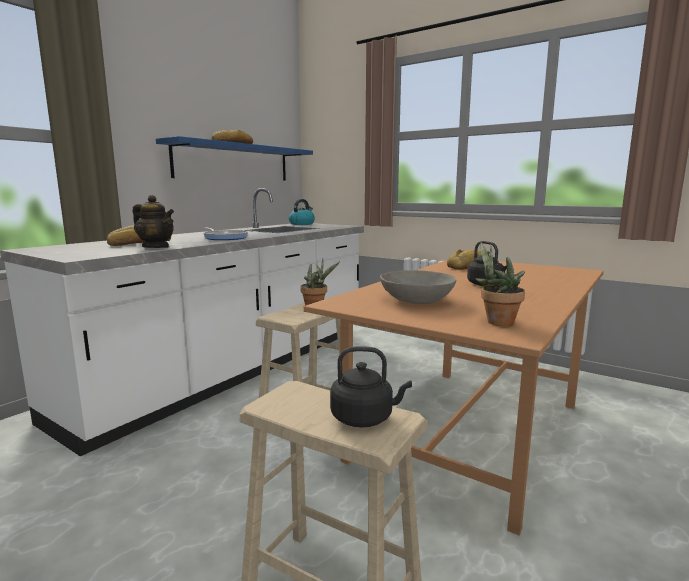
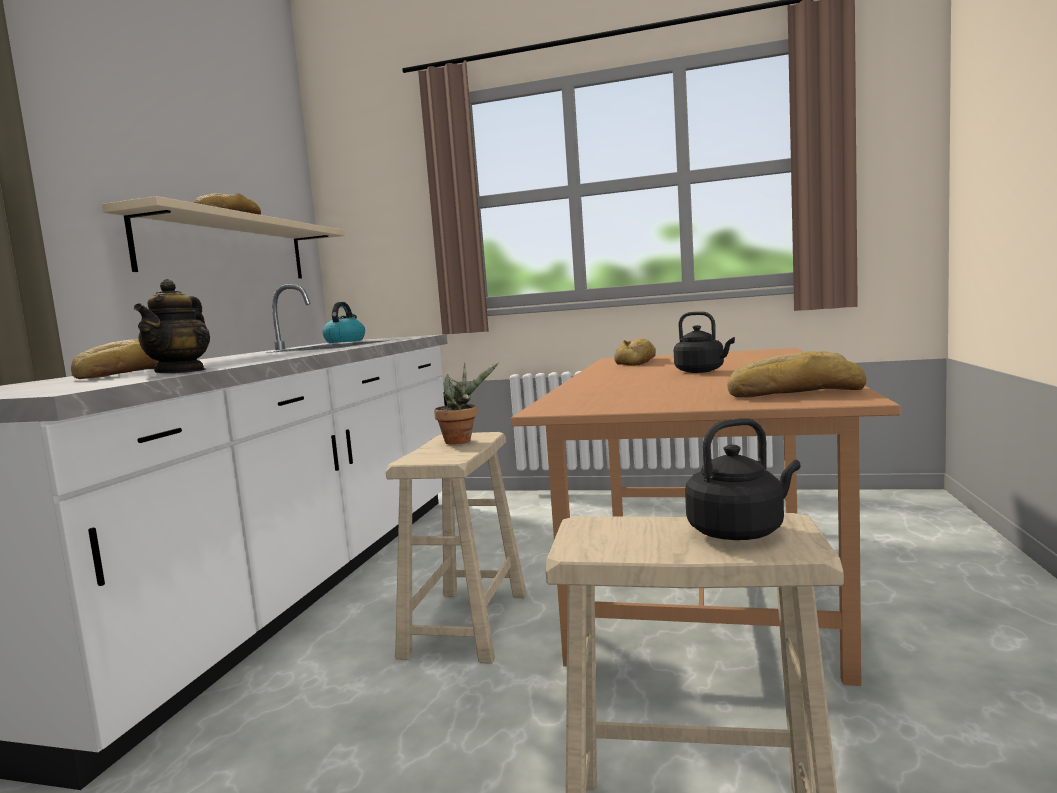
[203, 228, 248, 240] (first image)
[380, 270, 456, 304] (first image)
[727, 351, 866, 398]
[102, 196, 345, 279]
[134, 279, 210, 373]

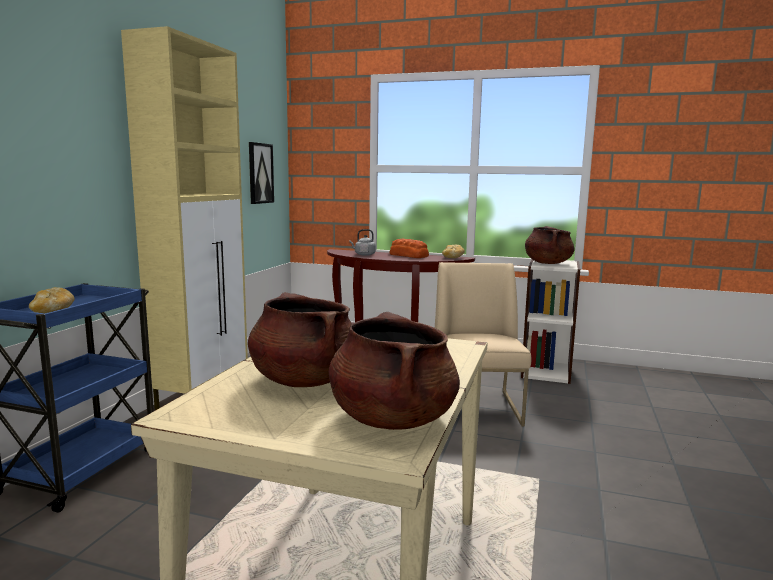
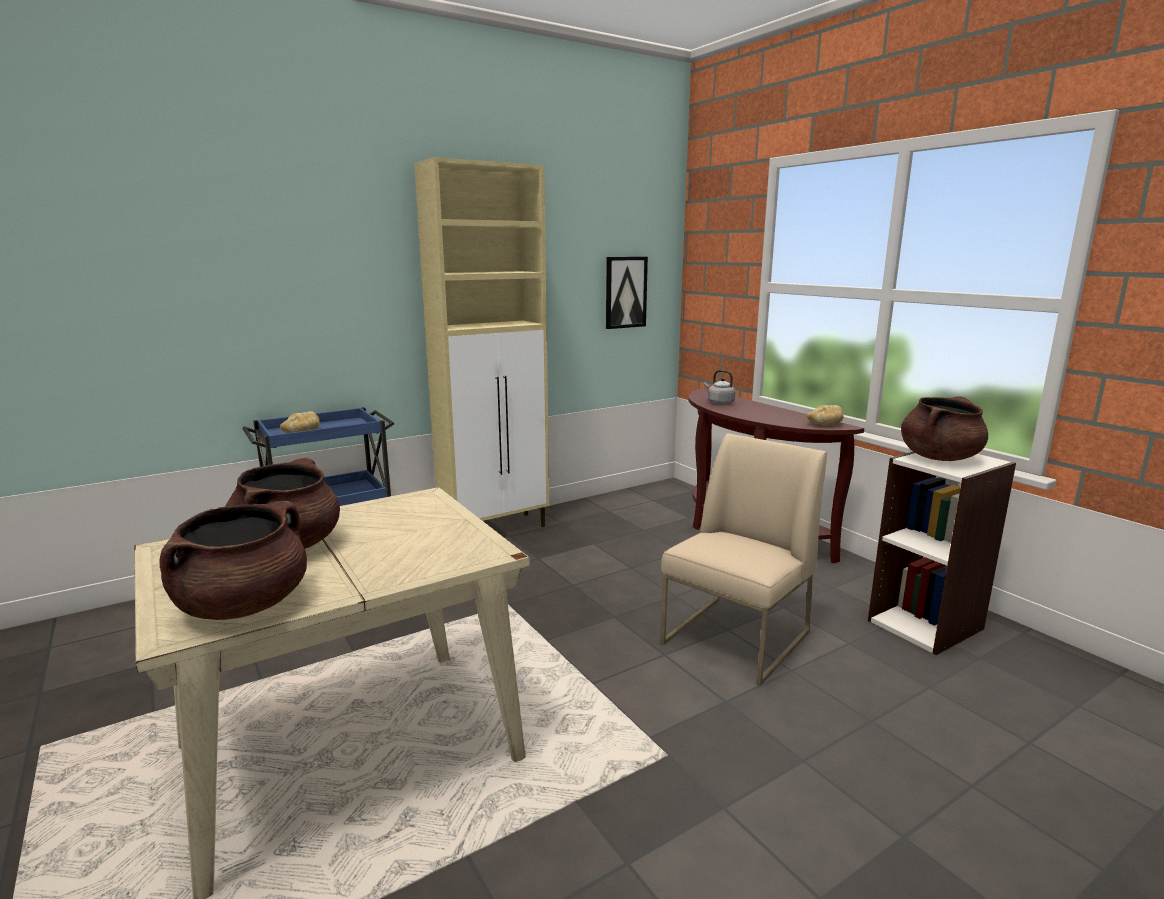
[389, 239, 429, 258] (first image)

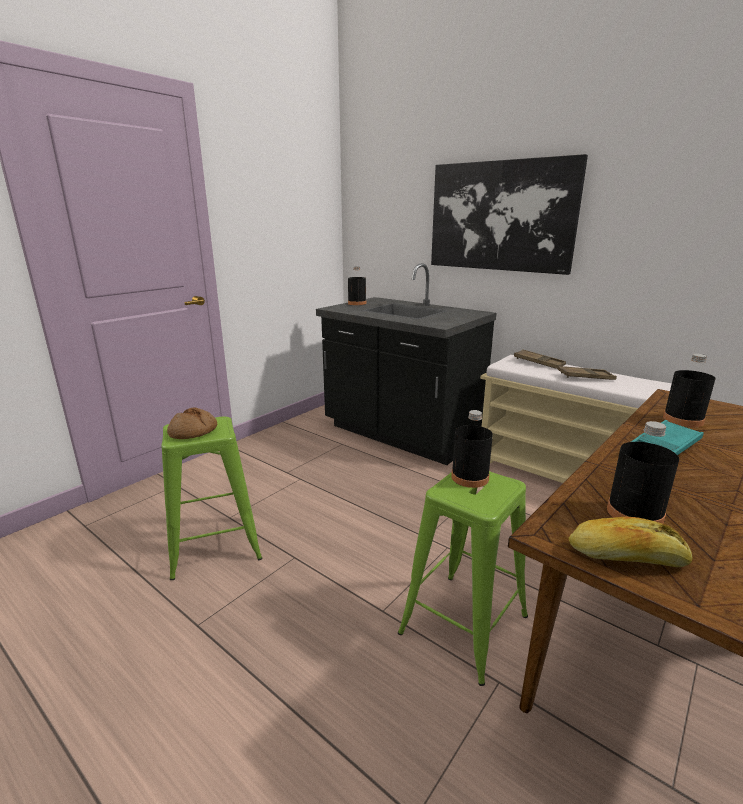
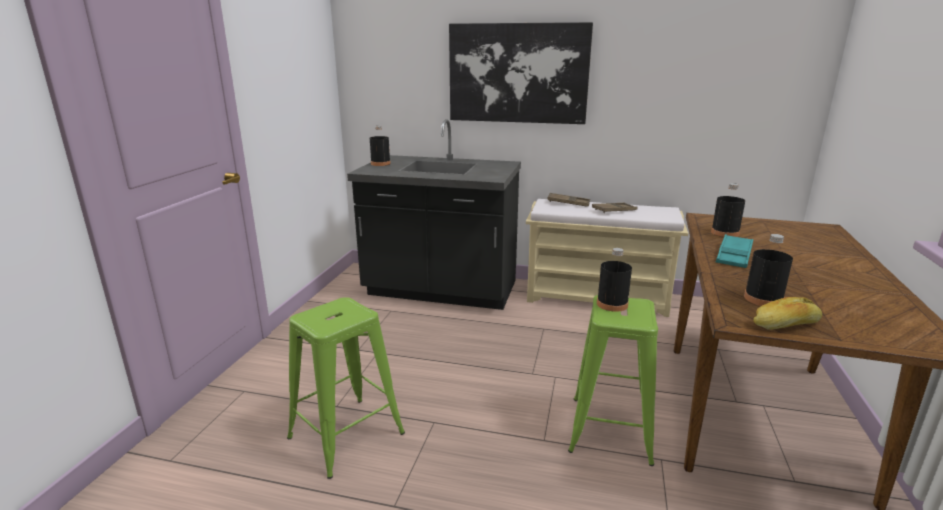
[167, 408, 217, 439] (first image)

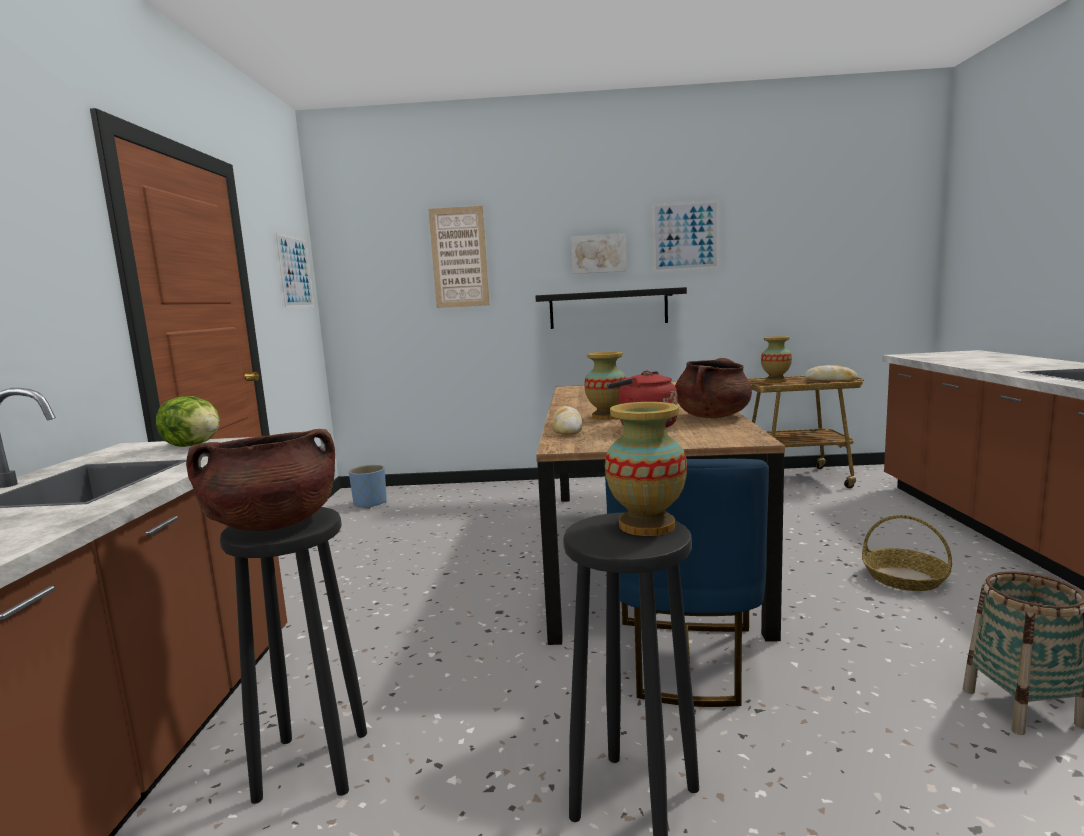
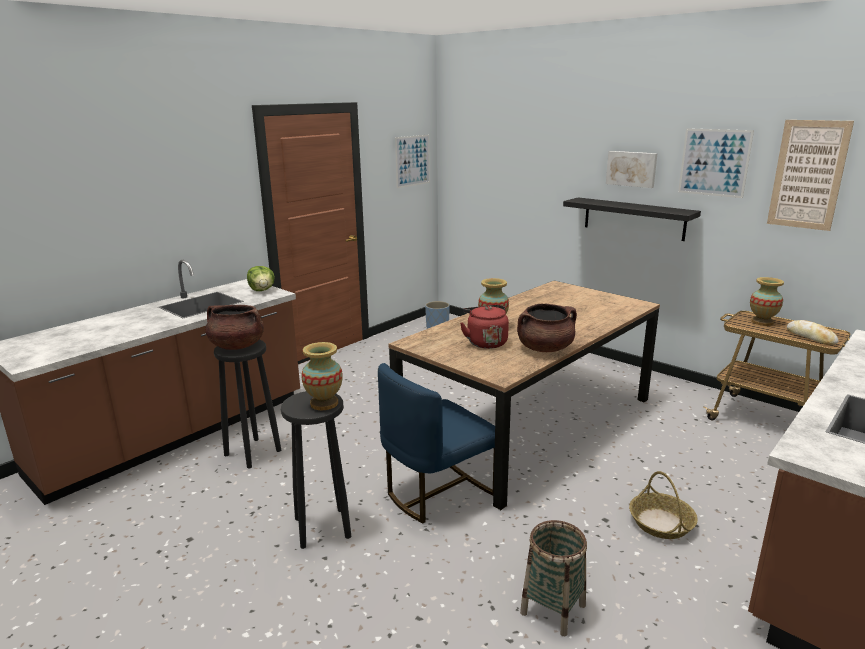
[553, 406, 582, 435] (first image)
[767, 120, 854, 231]

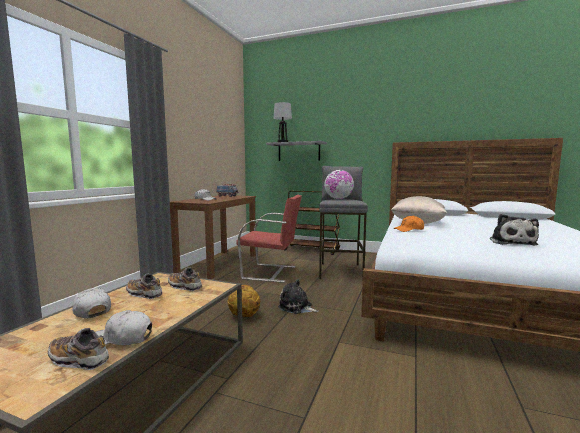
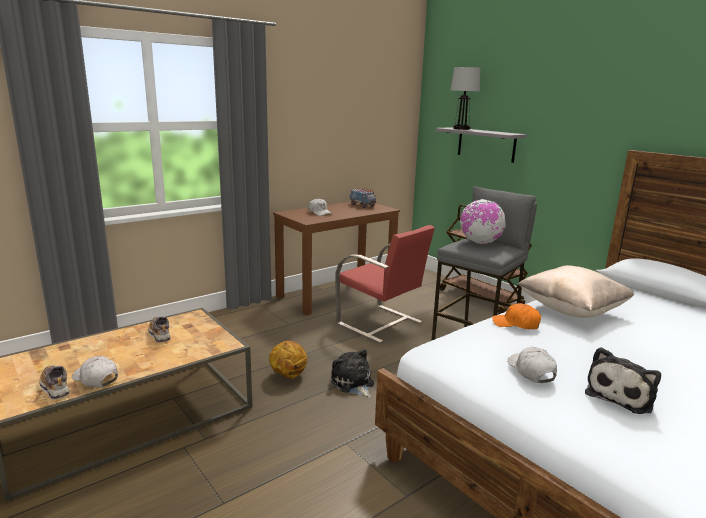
[168, 267, 202, 291] (first image)
[507, 347, 557, 383]

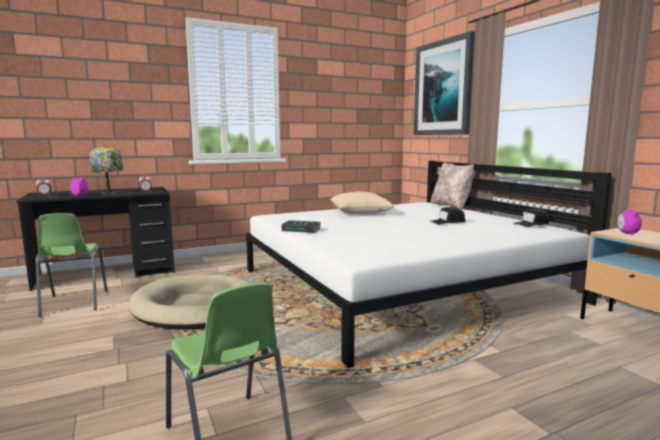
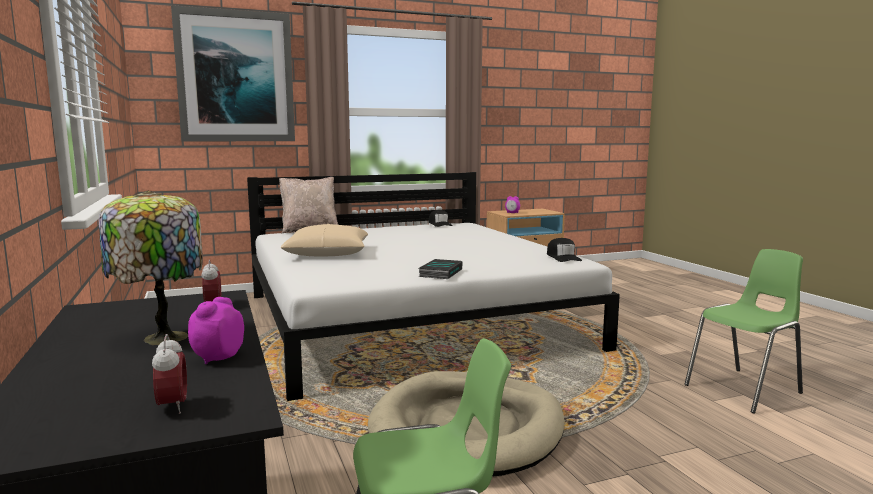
[547, 238, 582, 262]

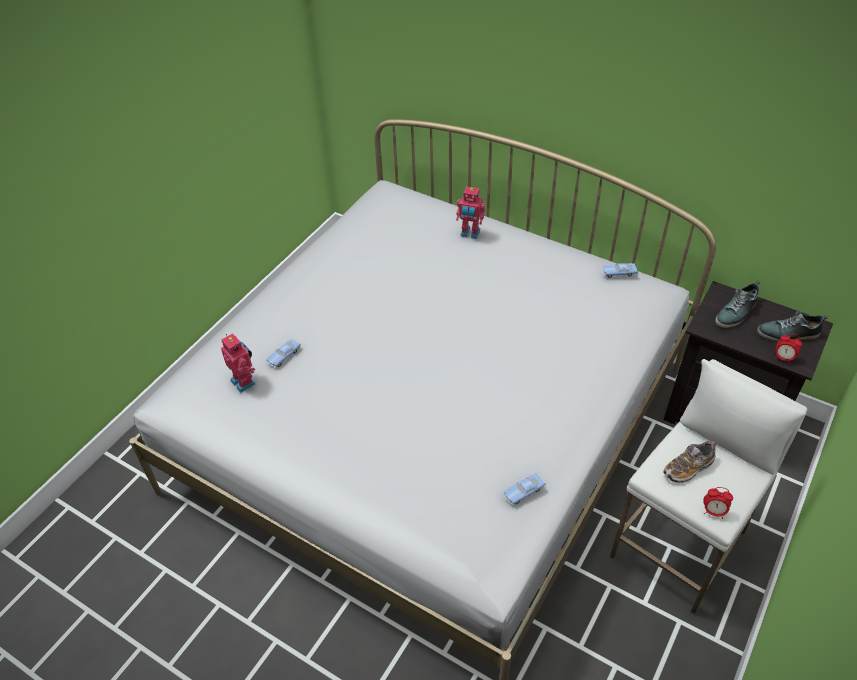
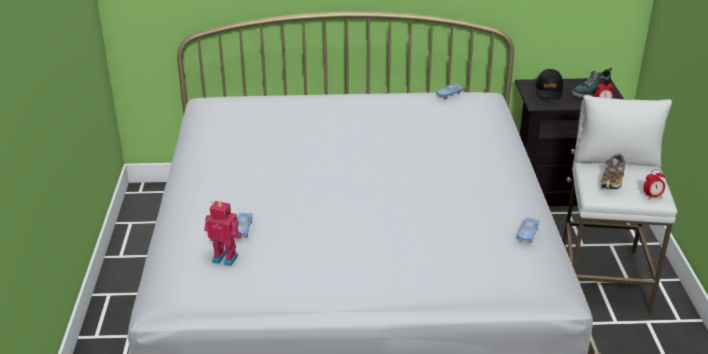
[456, 186, 486, 239] (first image)
[536, 69, 563, 100]

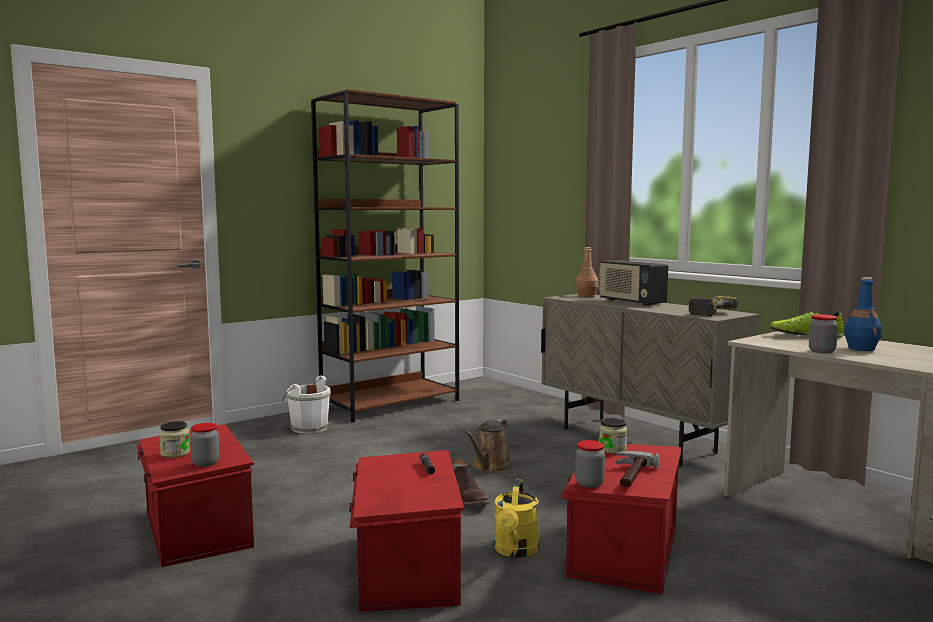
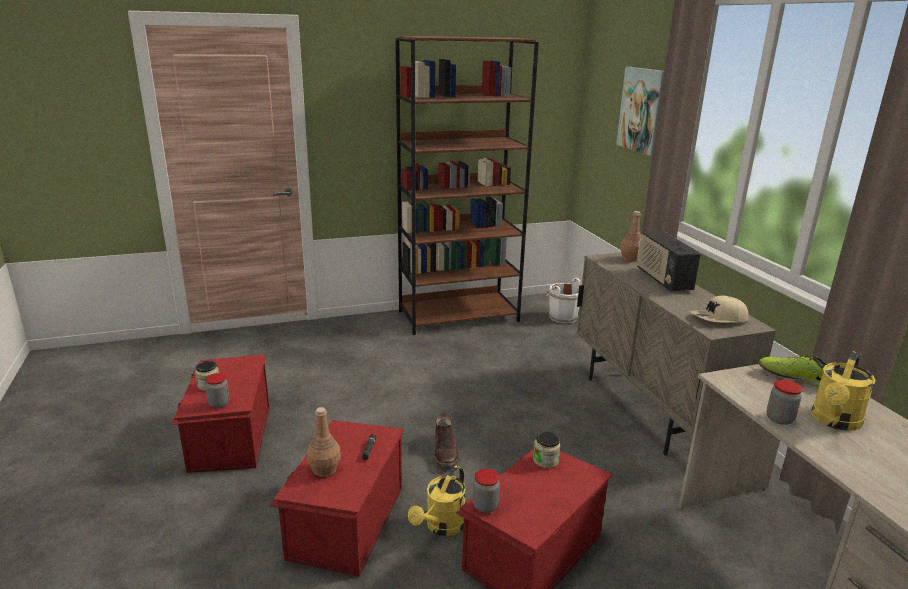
[465, 419, 512, 473] (first image)
[616, 451, 660, 487] (first image)
[307, 407, 341, 477]
[616, 67, 664, 156]
[545, 278, 580, 324]
[690, 296, 749, 322]
[811, 351, 876, 431]

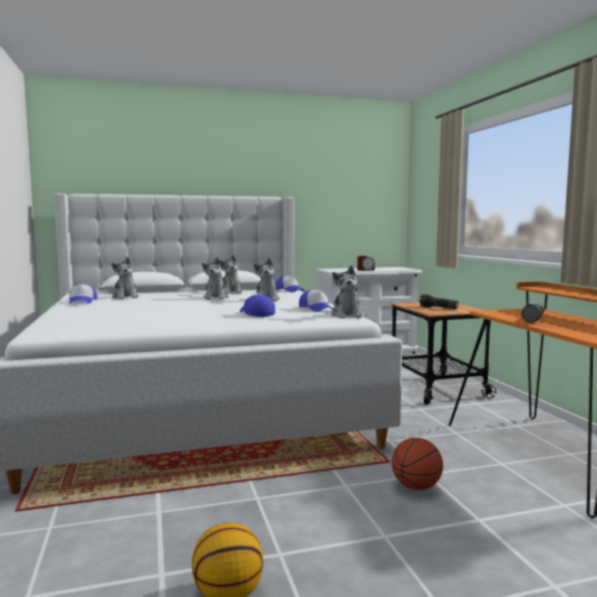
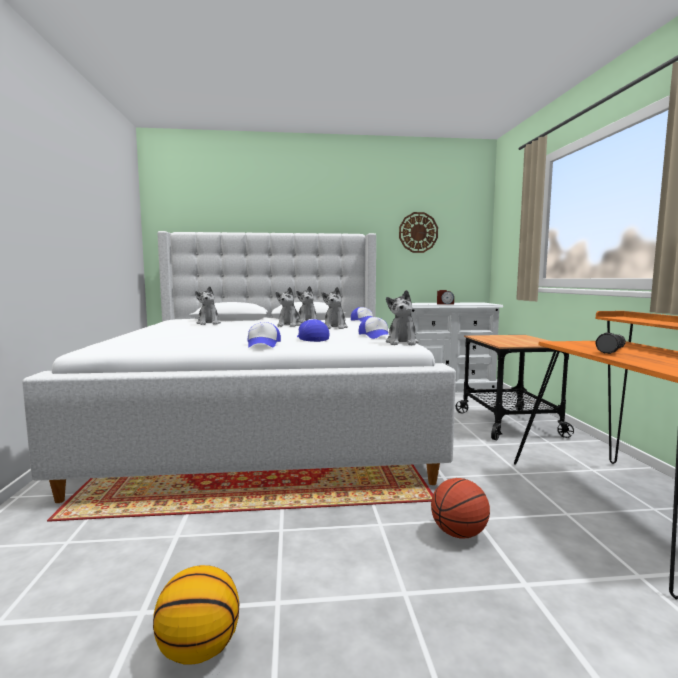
[420, 294, 458, 309] (first image)
[399, 212, 438, 253]
[248, 322, 281, 348]

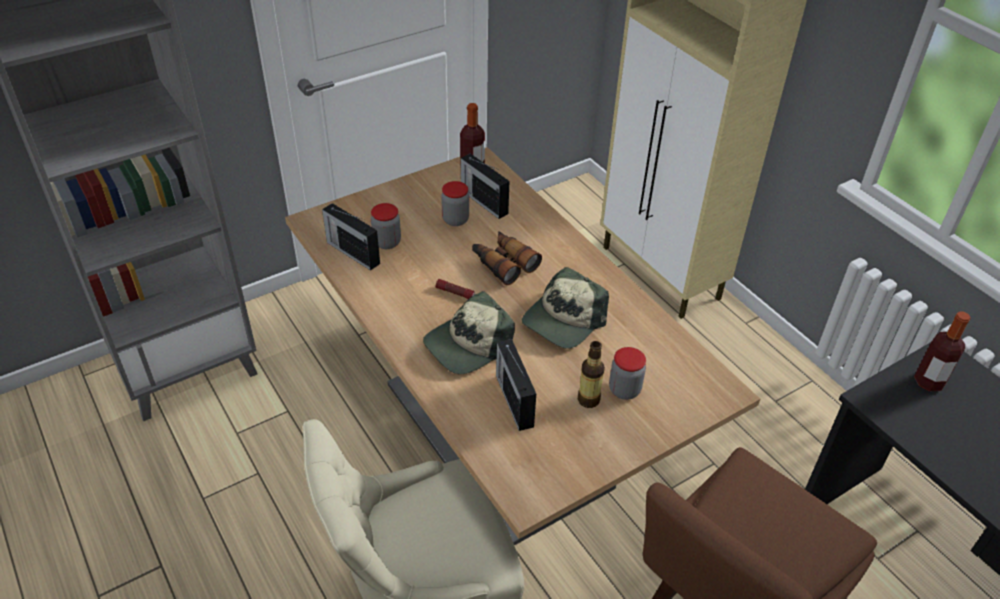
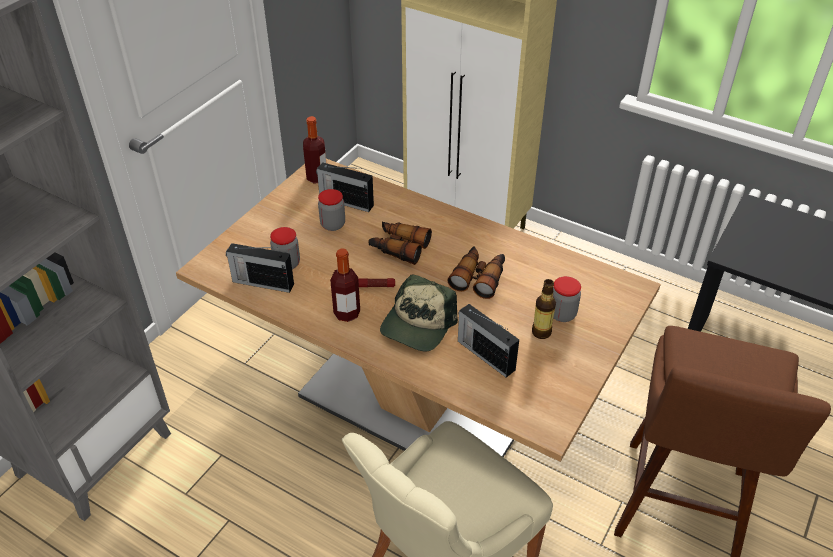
[330, 248, 360, 322]
[447, 246, 505, 299]

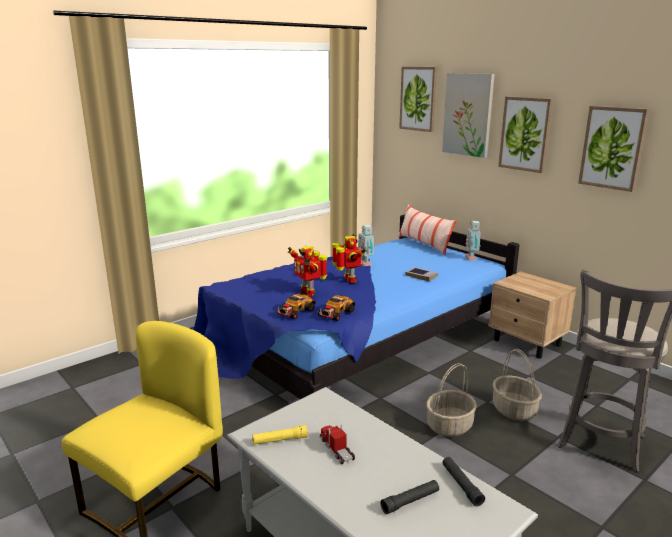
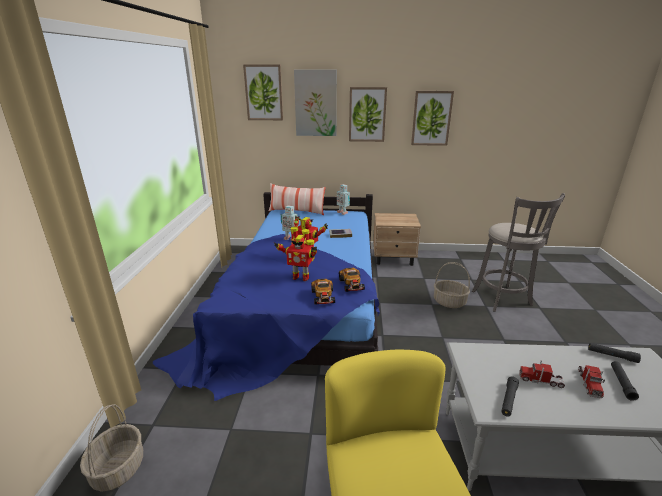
[578, 365, 605, 398]
[80, 404, 143, 491]
[501, 377, 519, 417]

